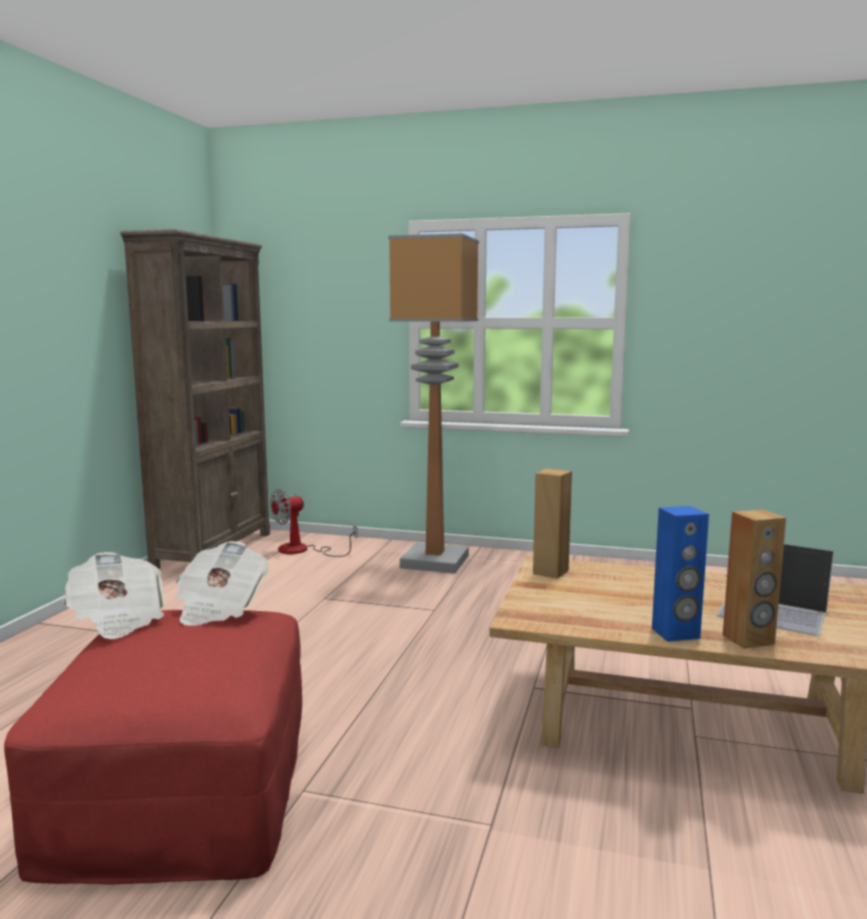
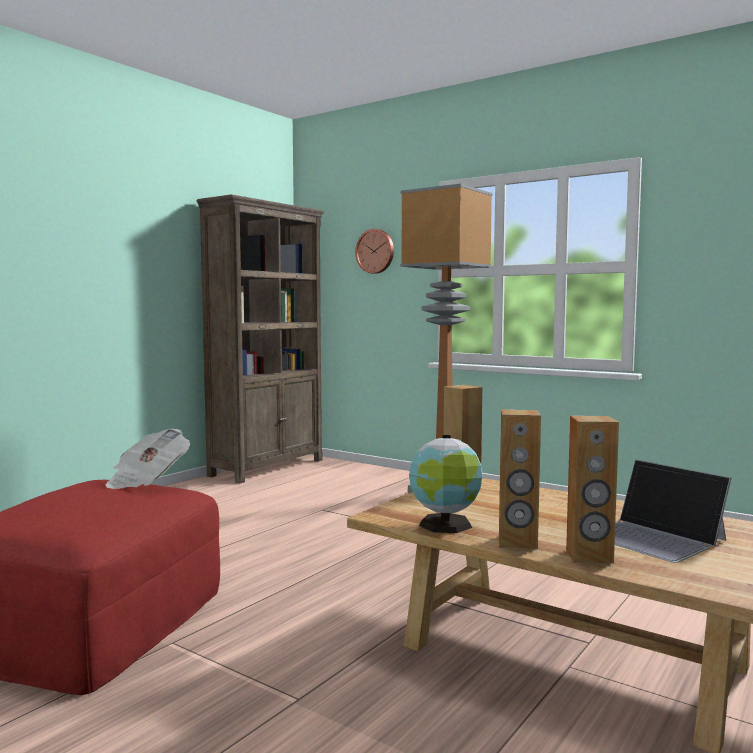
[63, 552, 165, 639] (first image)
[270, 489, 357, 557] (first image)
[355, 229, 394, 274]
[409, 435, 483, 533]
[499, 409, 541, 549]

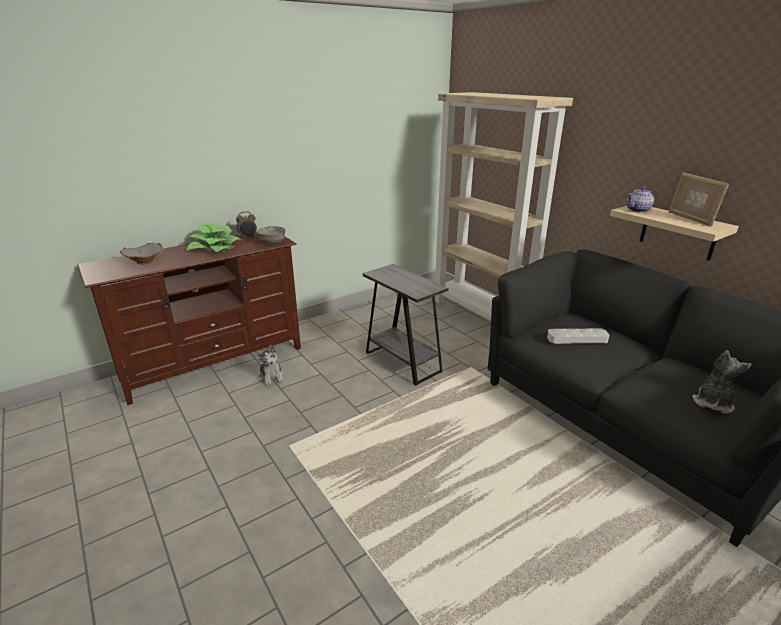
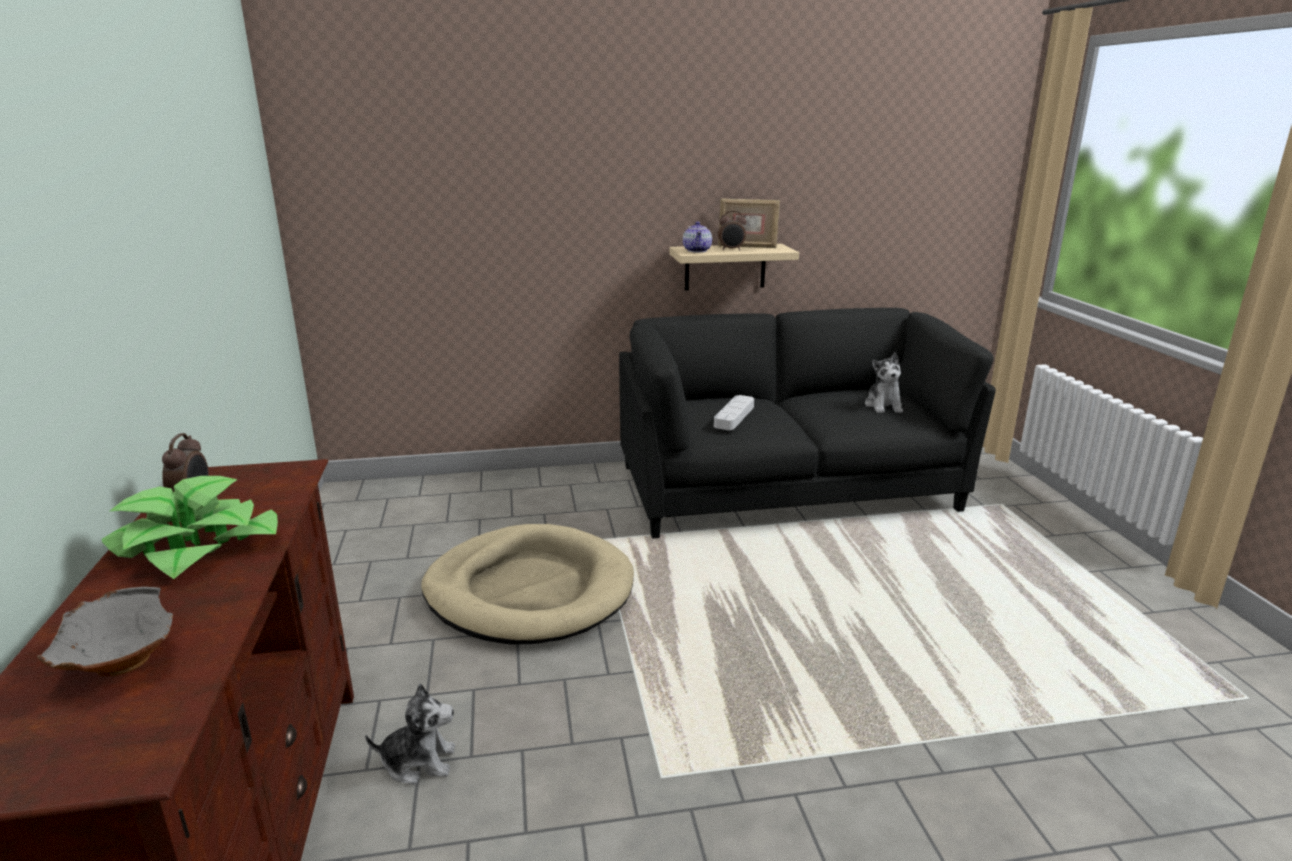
[257, 226, 286, 244] (first image)
[435, 92, 573, 321] (first image)
[718, 211, 747, 250]
[421, 524, 634, 645]
[865, 352, 903, 413]

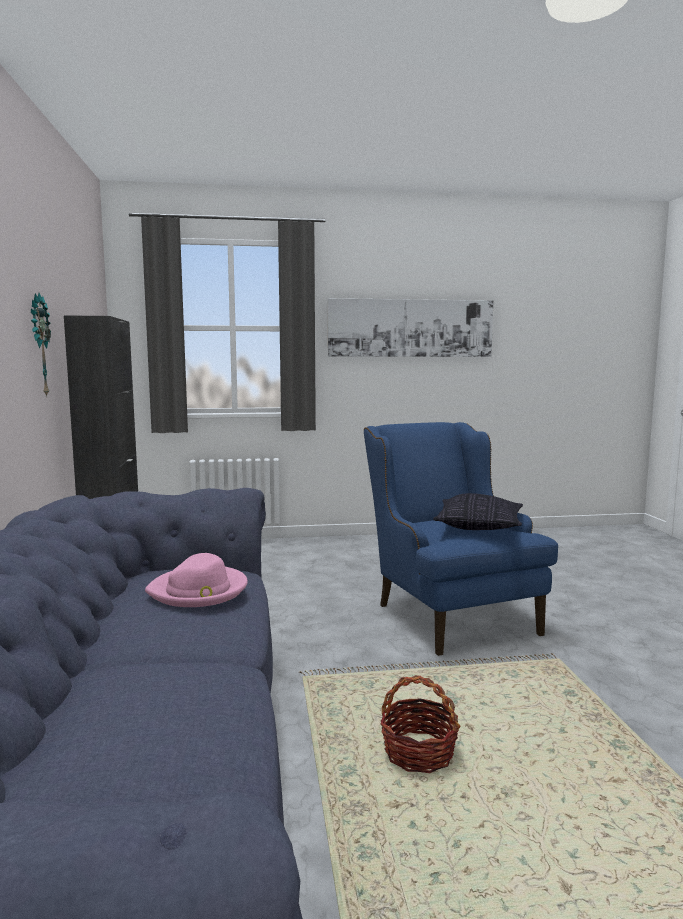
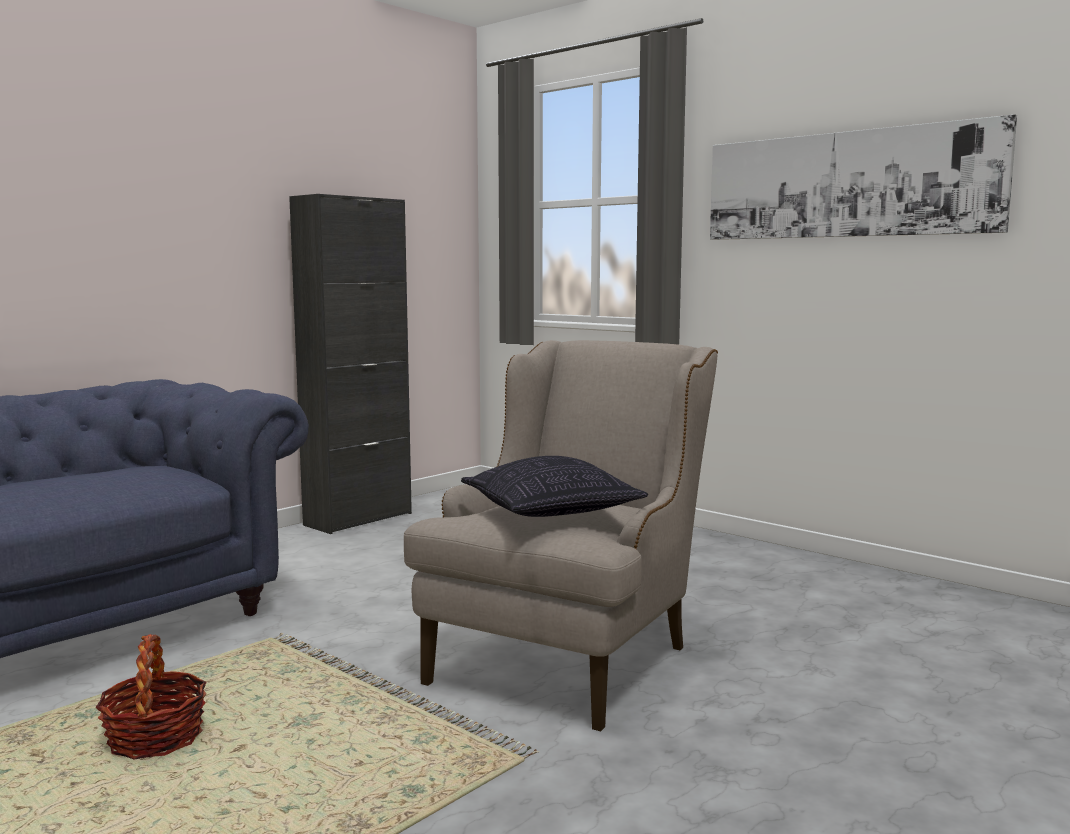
[31, 293, 51, 398] (first image)
[145, 553, 248, 607] (first image)
[404, 340, 718, 731]

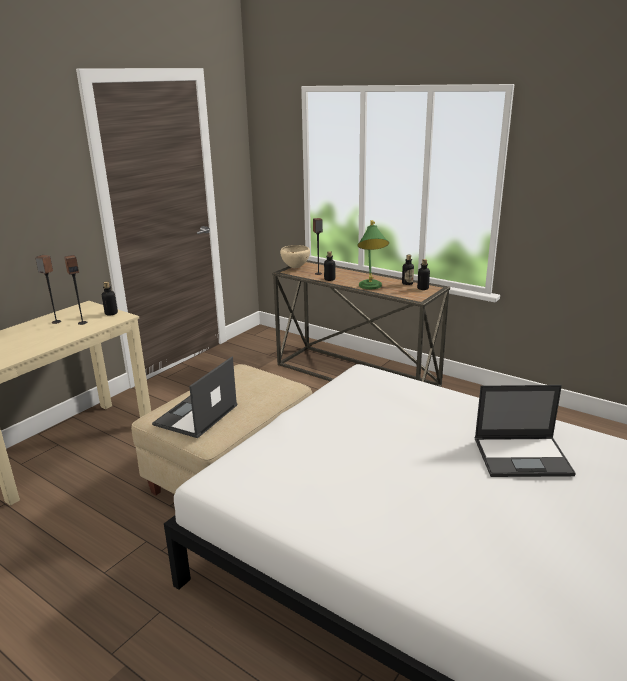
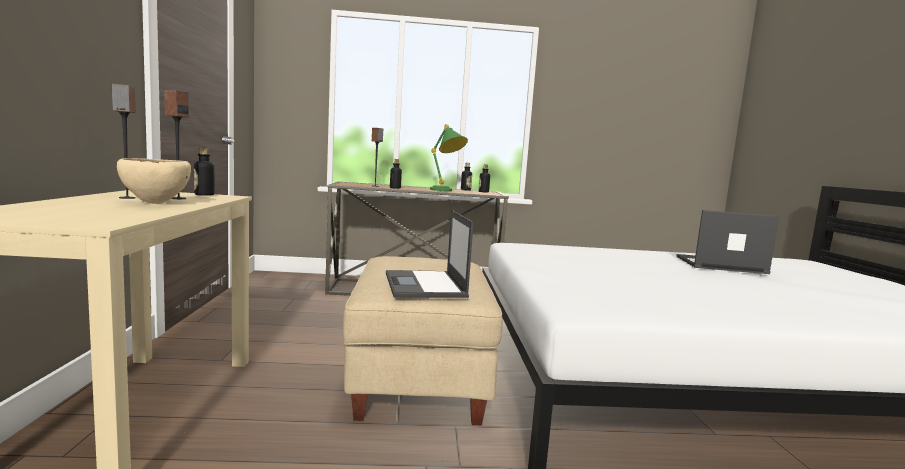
[117, 158, 191, 204]
[676, 210, 779, 274]

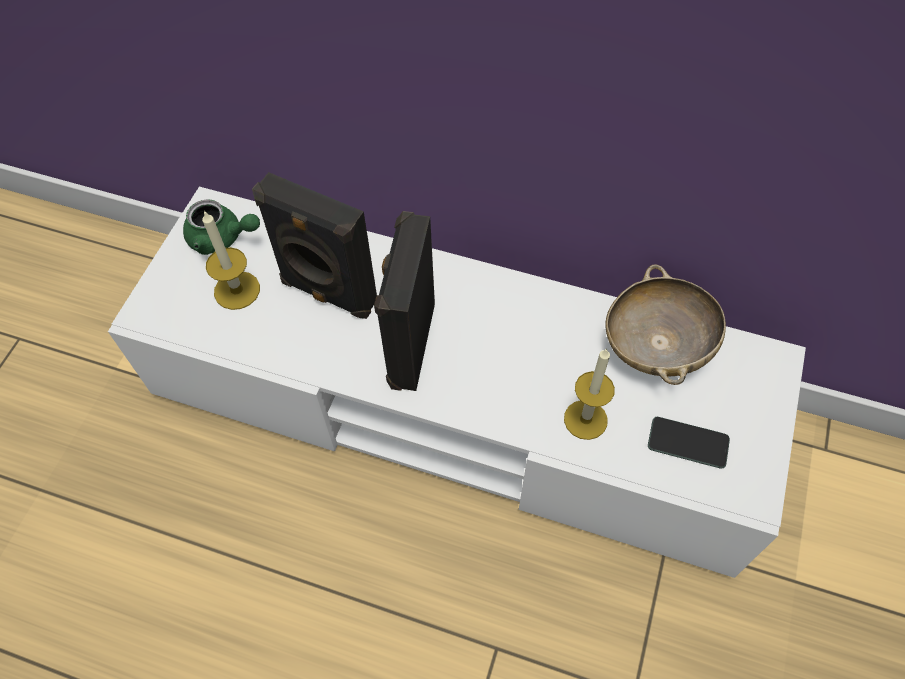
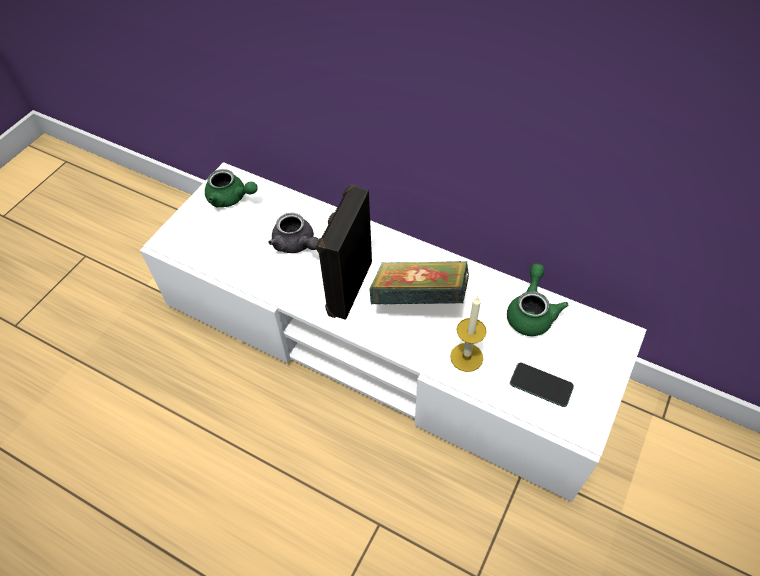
[202, 210, 260, 310] (first image)
[369, 261, 469, 305]
[268, 213, 319, 253]
[507, 263, 568, 336]

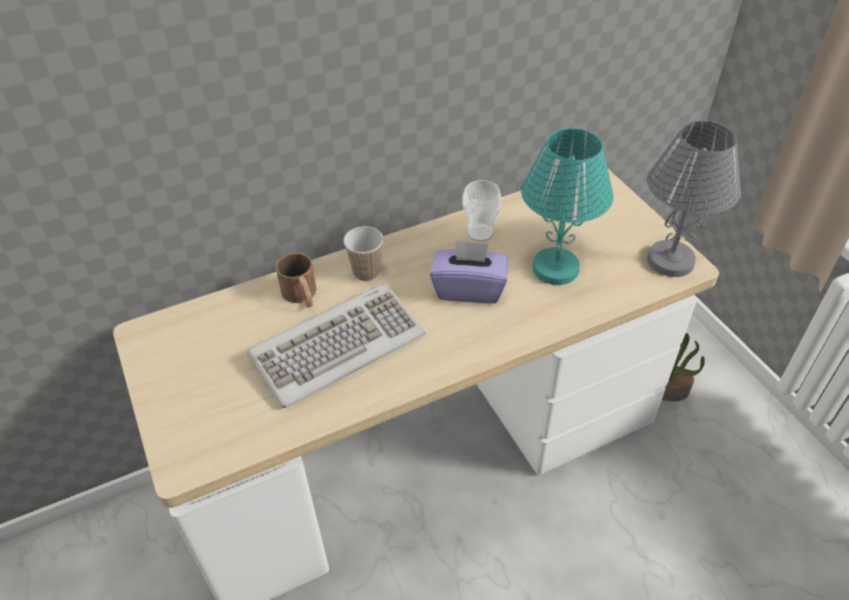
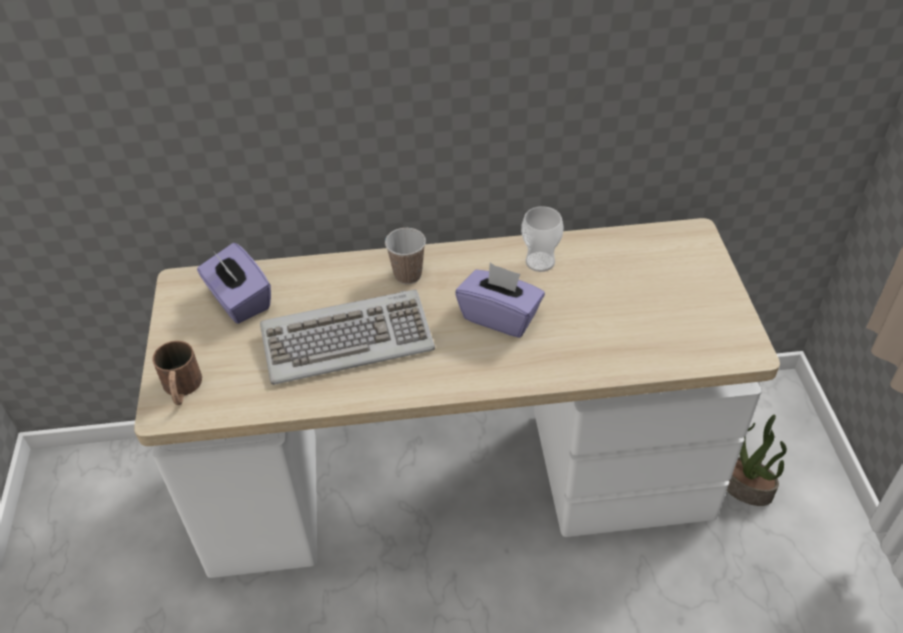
[521, 128, 614, 285] (first image)
[647, 120, 741, 277] (first image)
[197, 243, 271, 324]
[152, 340, 202, 405]

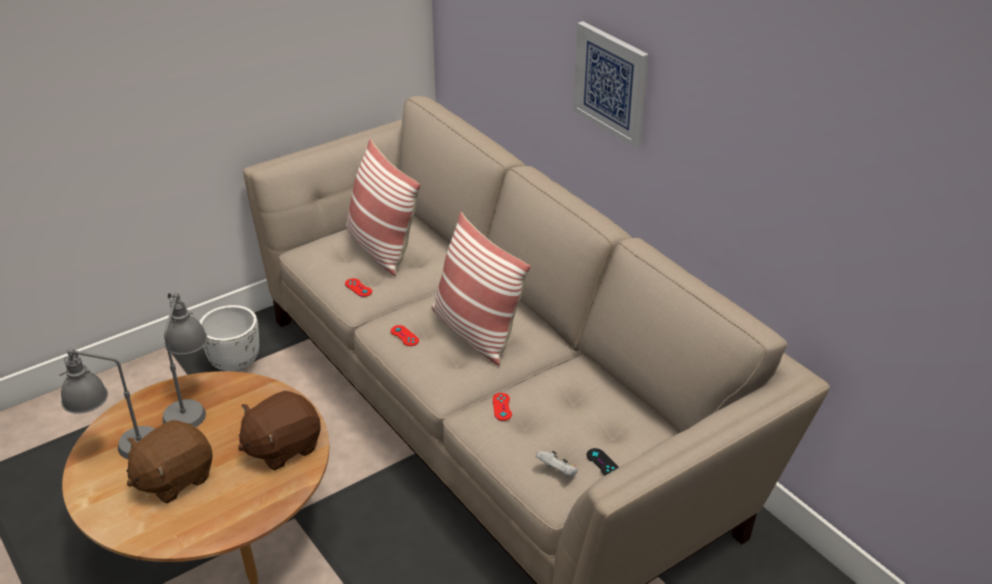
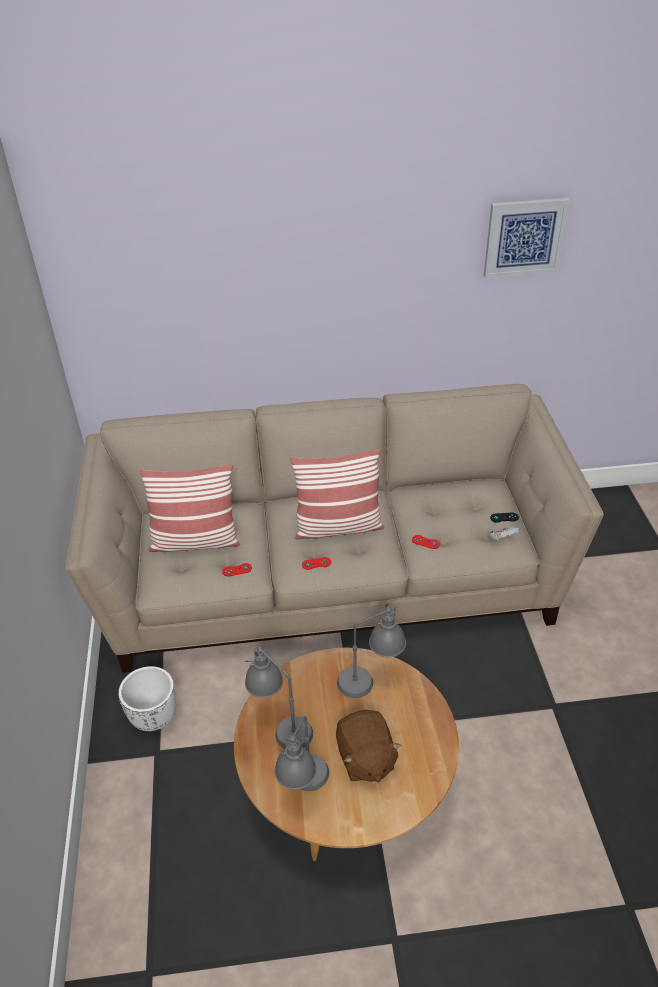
[484, 198, 570, 278]
[337, 604, 406, 698]

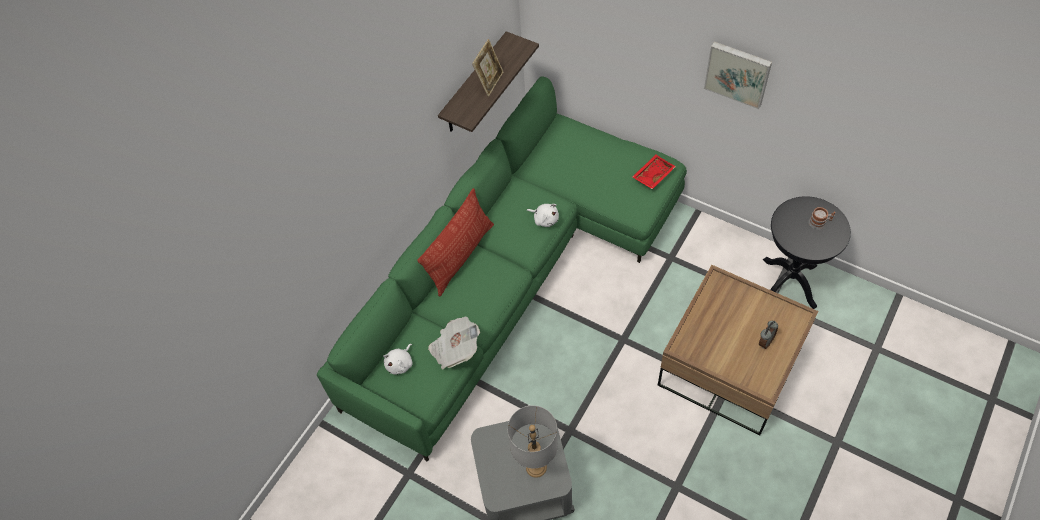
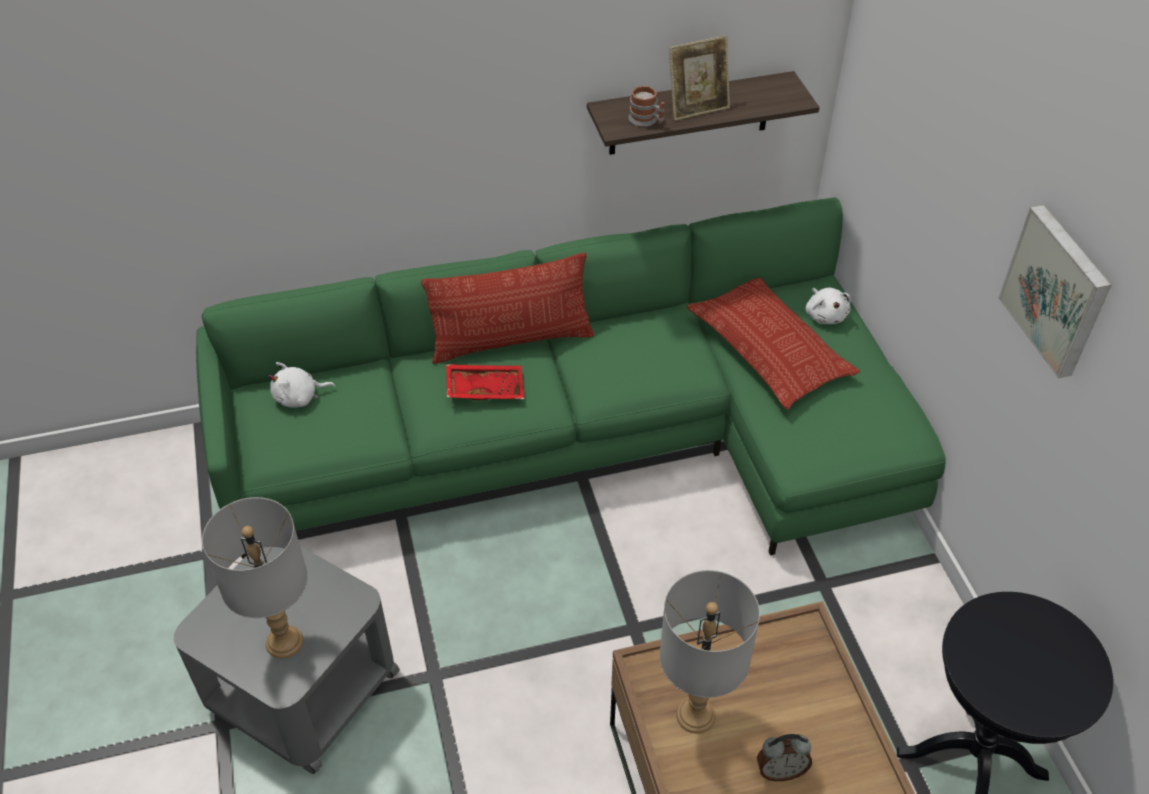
[428, 316, 480, 370] (first image)
[660, 570, 760, 734]
[687, 278, 860, 410]
[806, 288, 851, 324]
[446, 364, 524, 400]
[629, 86, 665, 127]

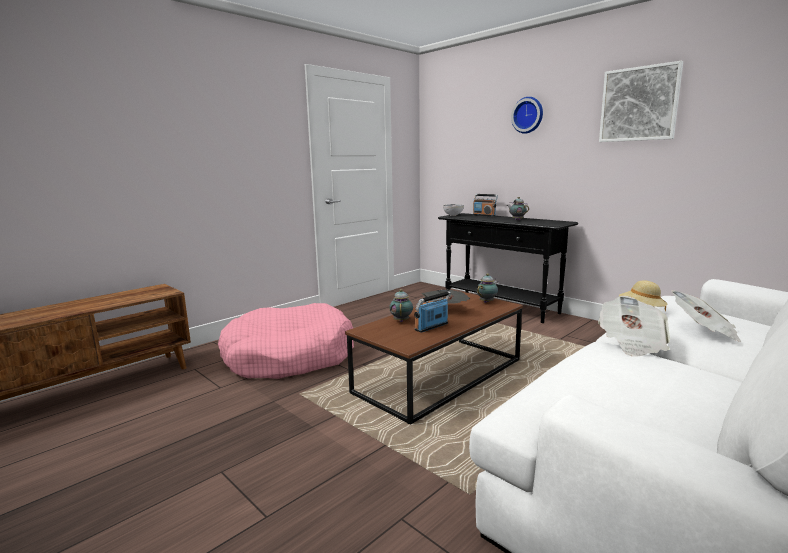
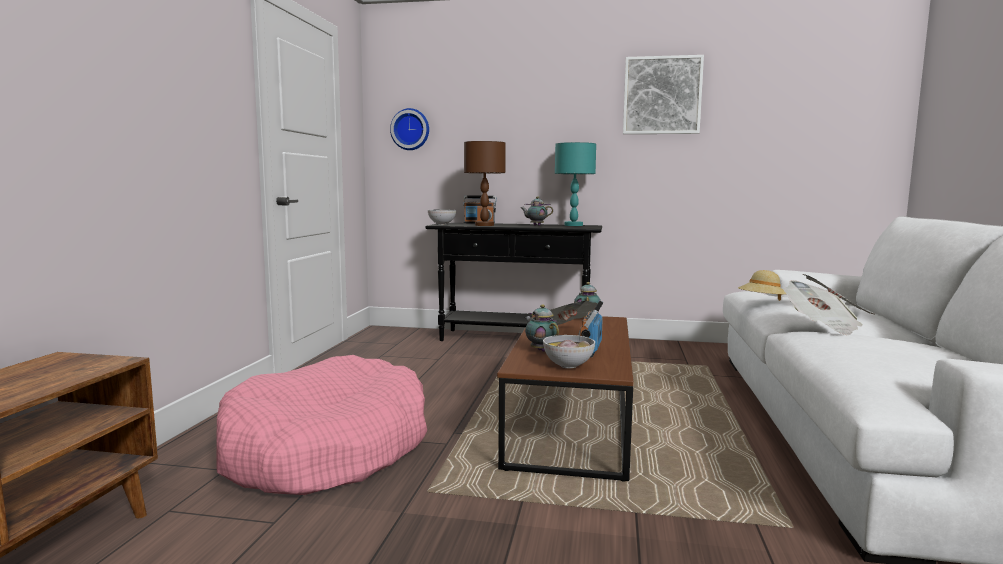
[464, 141, 506, 226]
[543, 335, 595, 369]
[555, 142, 596, 226]
[390, 108, 429, 150]

